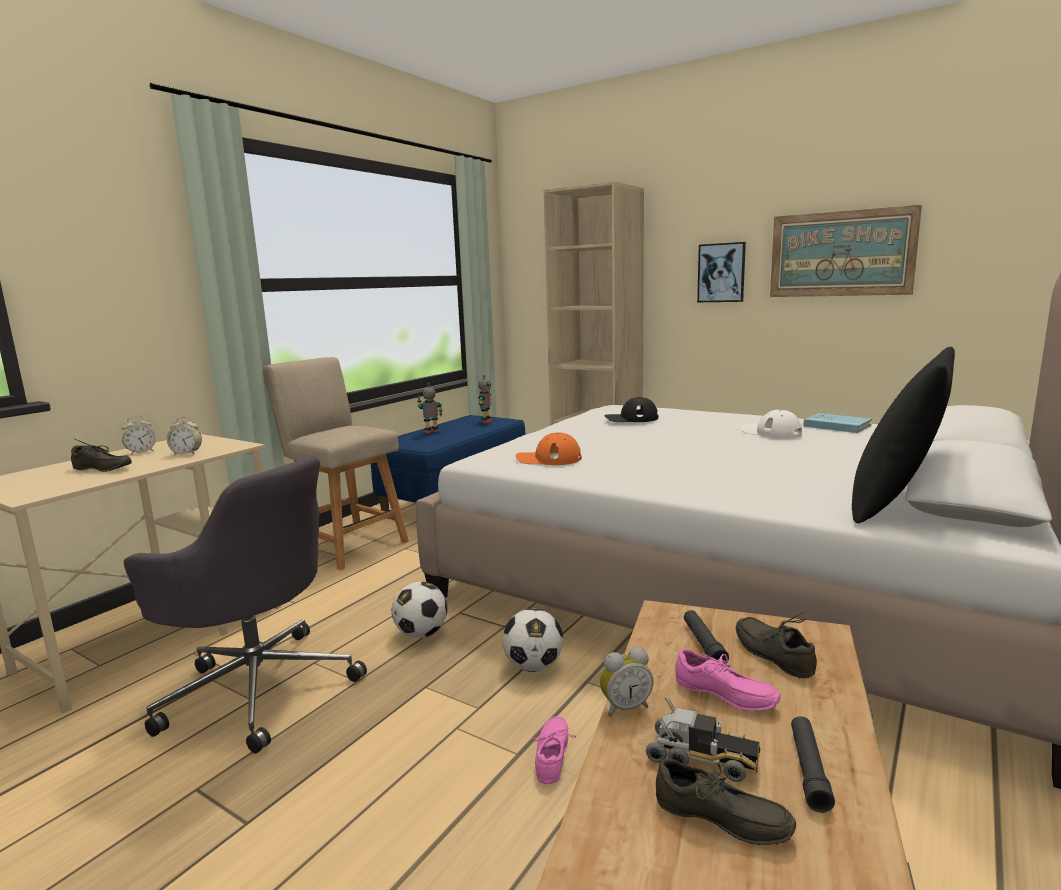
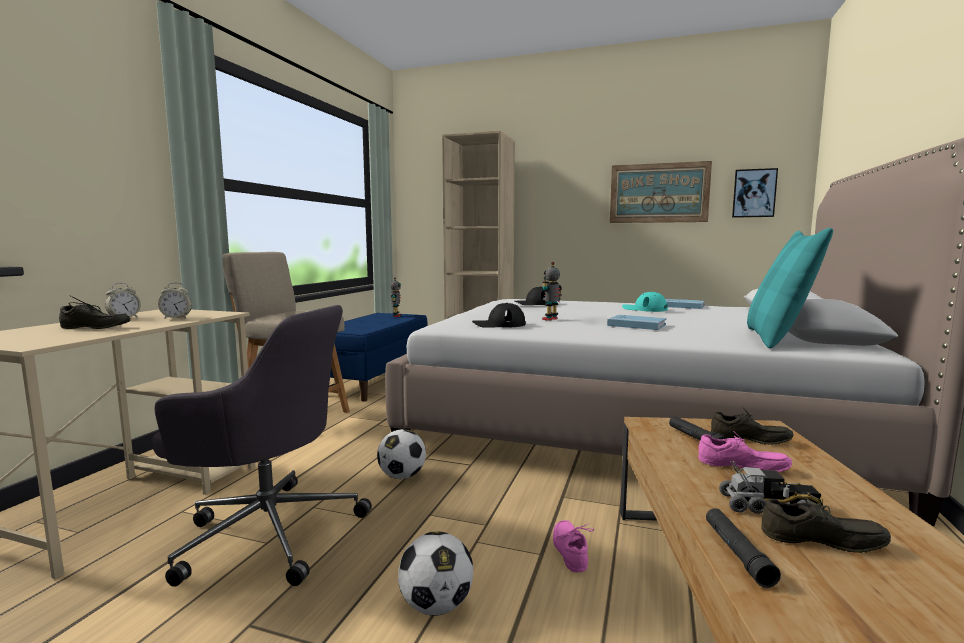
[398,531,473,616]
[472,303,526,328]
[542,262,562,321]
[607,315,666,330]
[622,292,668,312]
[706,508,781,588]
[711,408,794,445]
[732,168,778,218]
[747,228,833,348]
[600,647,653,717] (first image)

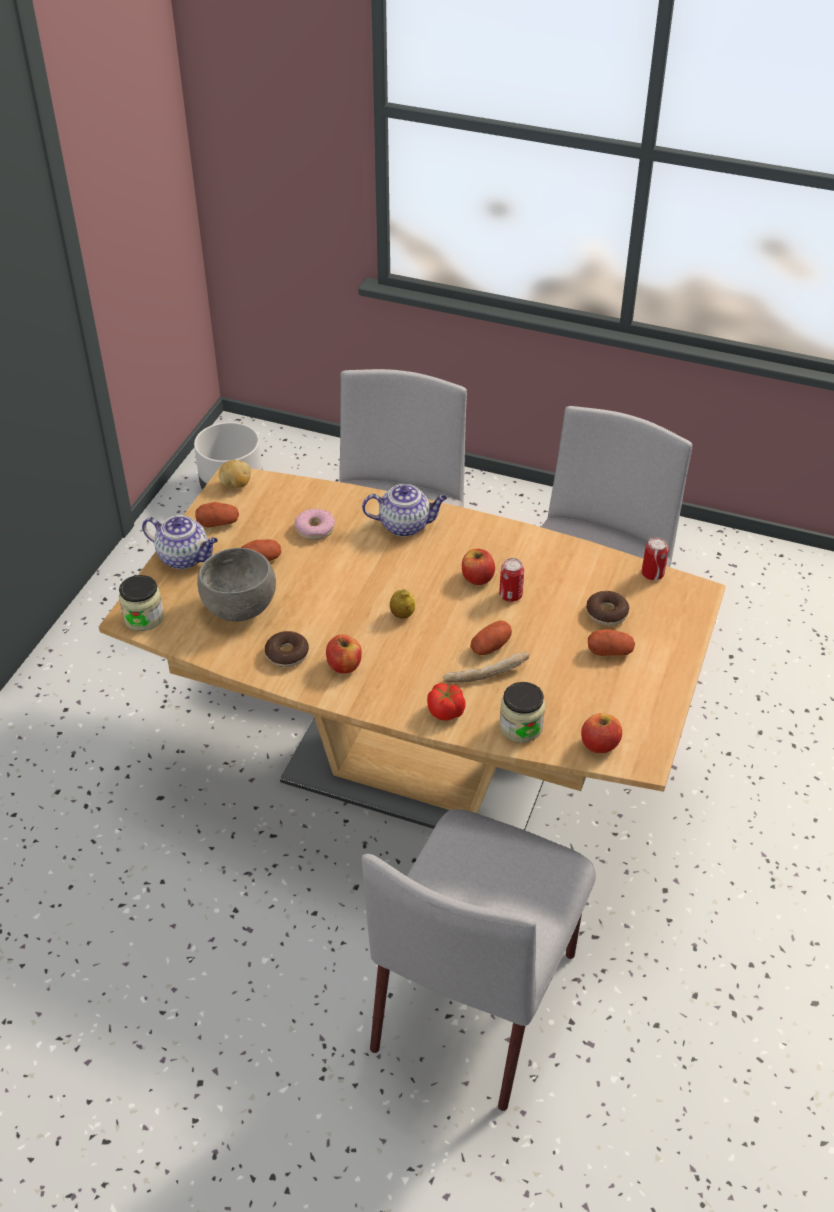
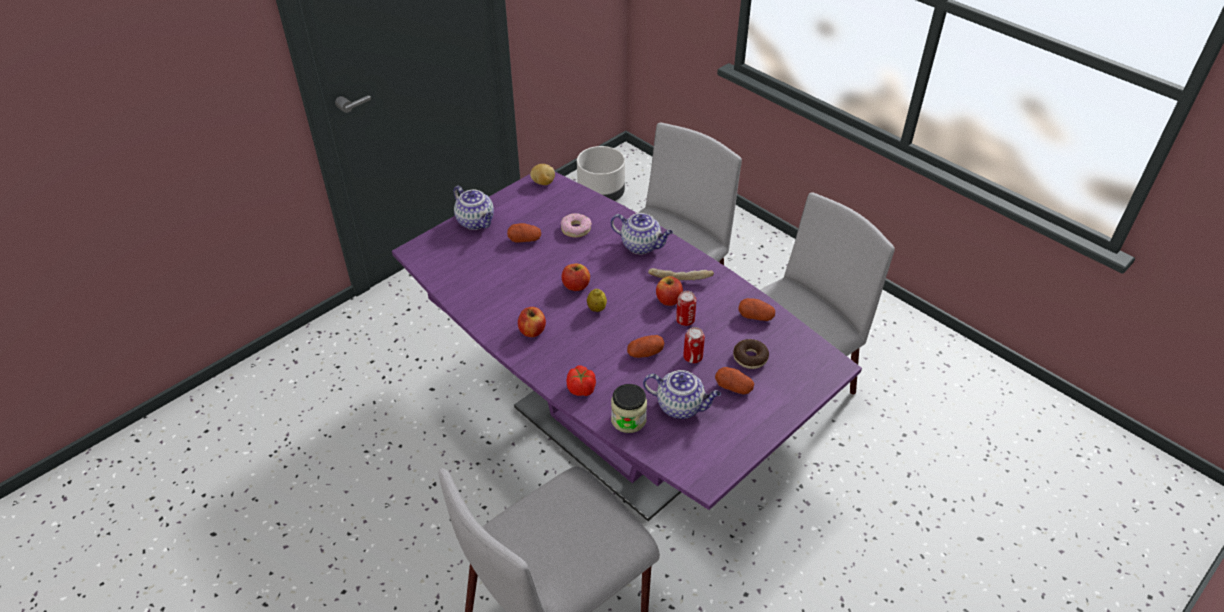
[392,172,862,521]
[562,264,590,291]
[643,370,721,419]
[648,268,714,280]
[683,327,705,363]
[738,298,775,321]
[119,575,164,631] (first image)
[197,548,276,622] (first image)
[265,631,309,667] (first image)

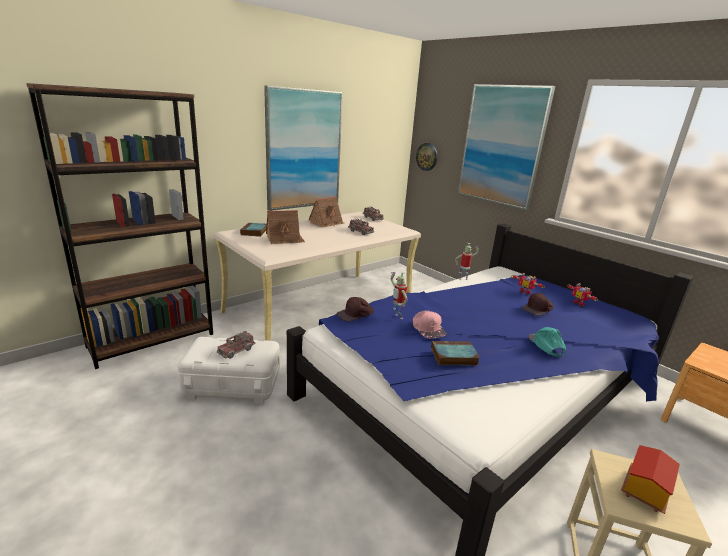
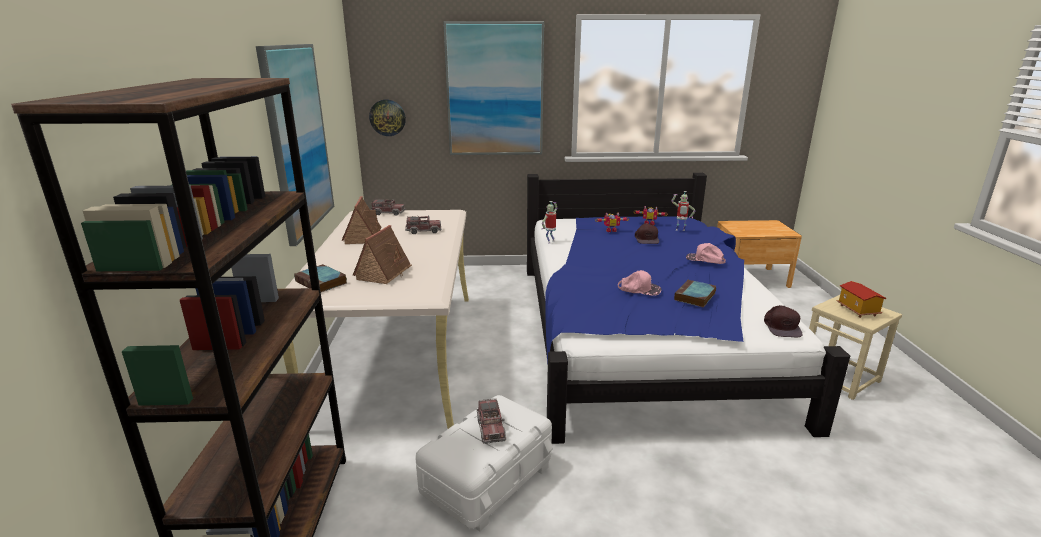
[671,191,695,231]
[686,243,726,264]
[764,305,803,337]

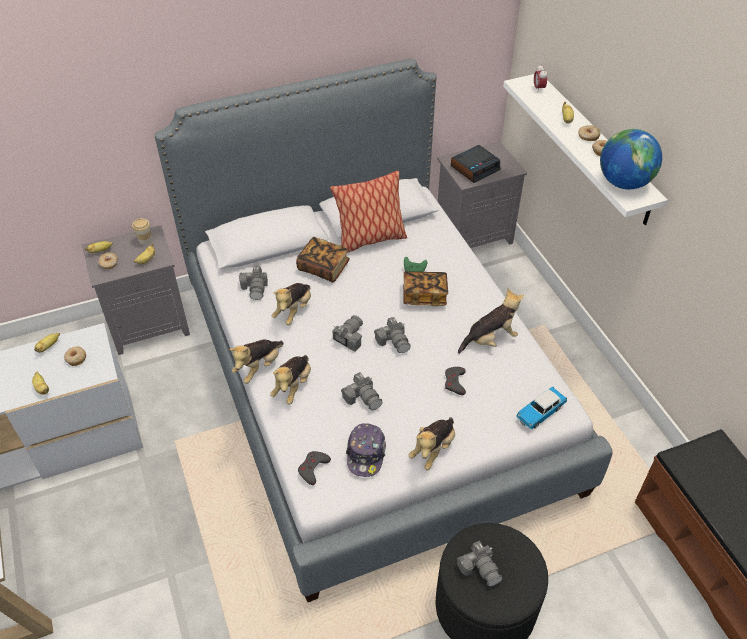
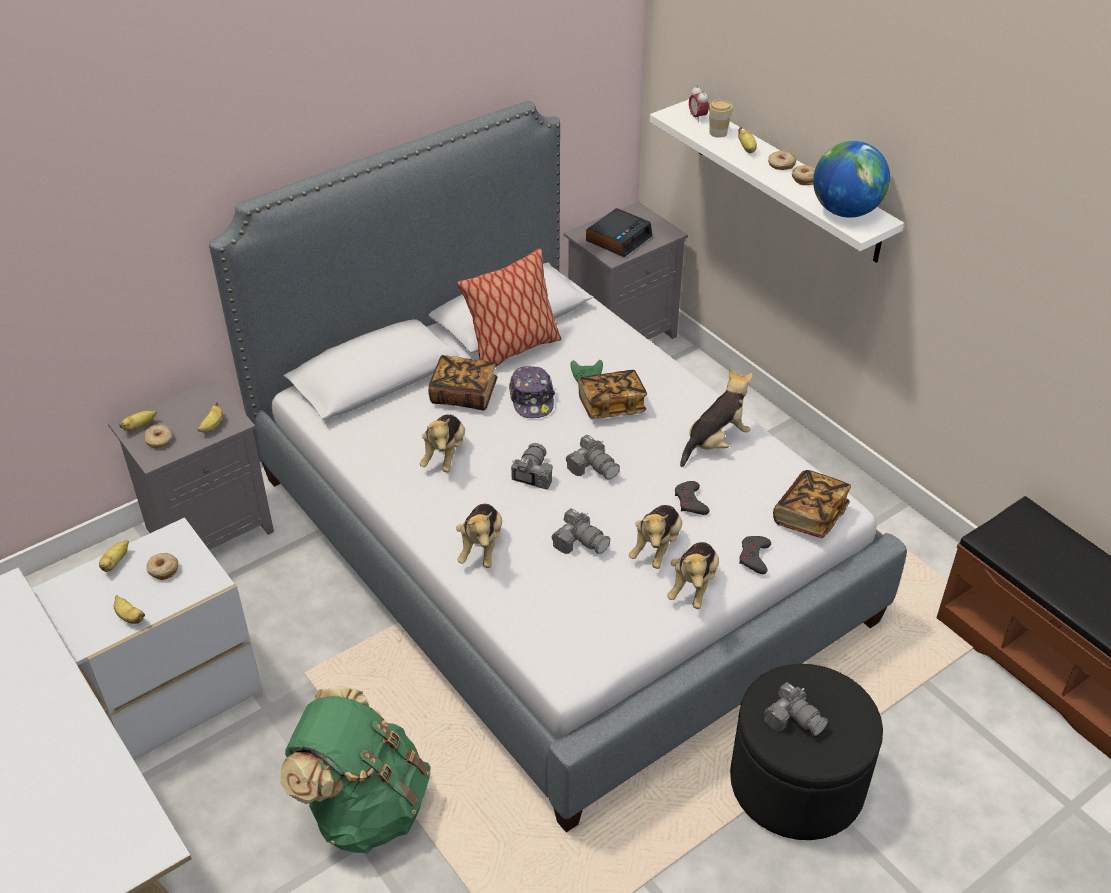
[280,687,431,854]
[509,366,555,418]
[629,505,682,569]
[709,100,733,138]
[739,536,771,574]
[773,470,851,538]
[239,266,268,300] (first image)

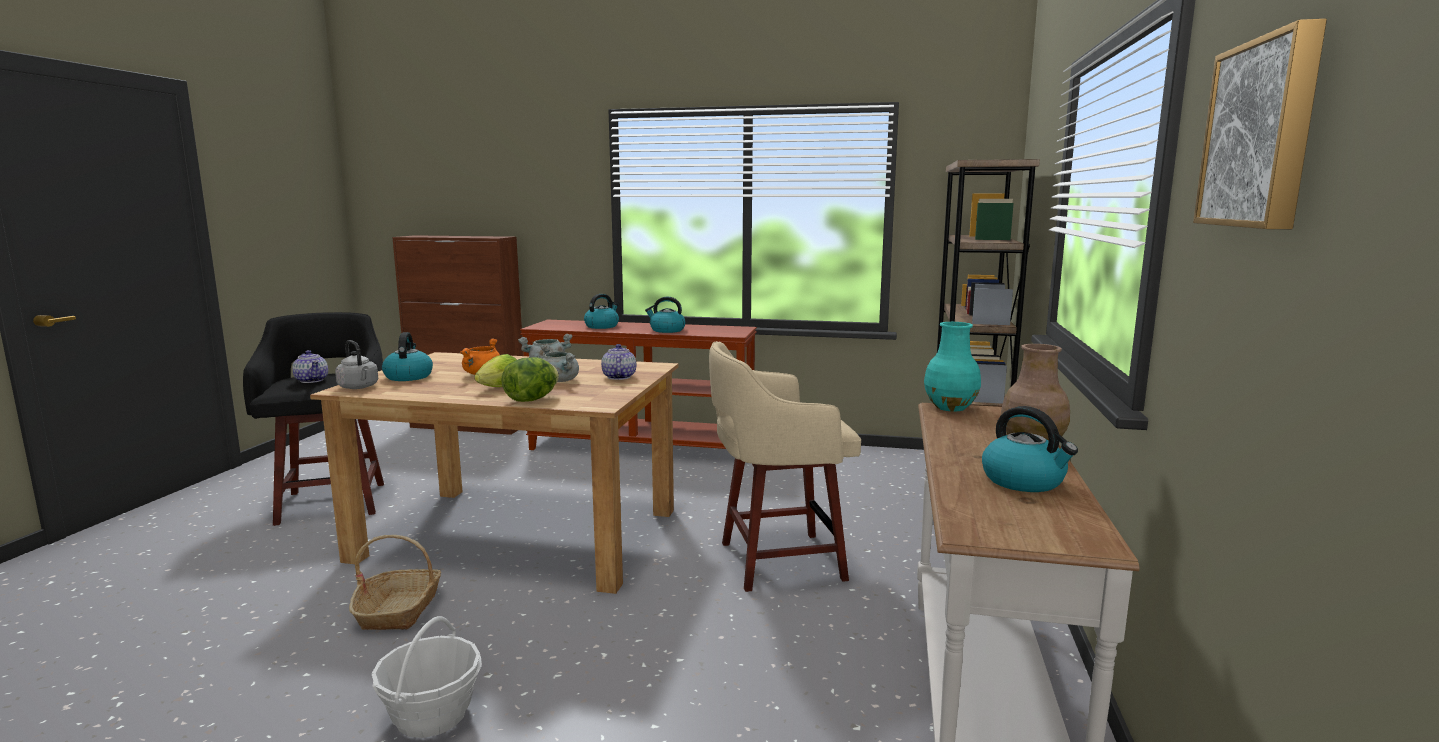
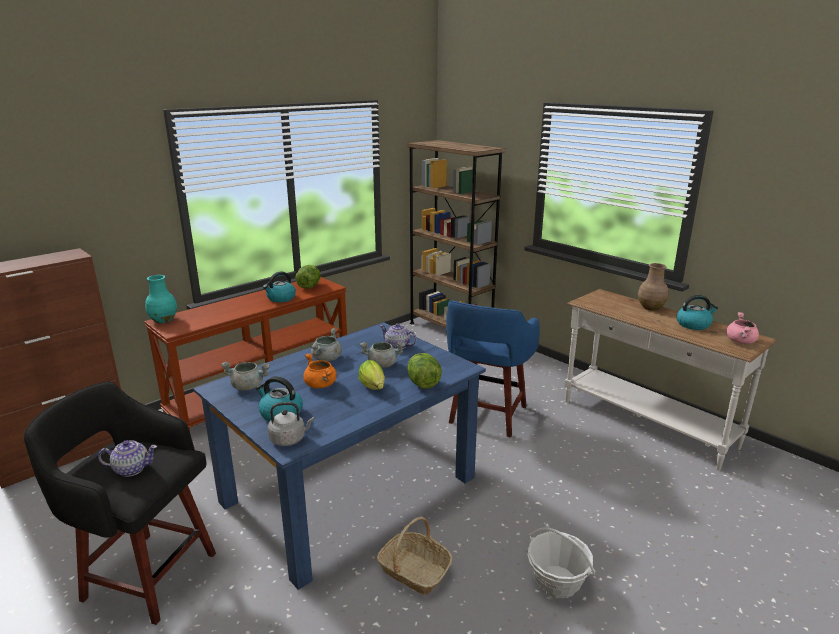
[145,275,177,323]
[193,322,486,590]
[221,362,270,391]
[295,265,321,289]
[446,300,540,437]
[726,312,759,344]
[584,294,619,329] (first image)
[1193,18,1327,229] (first image)

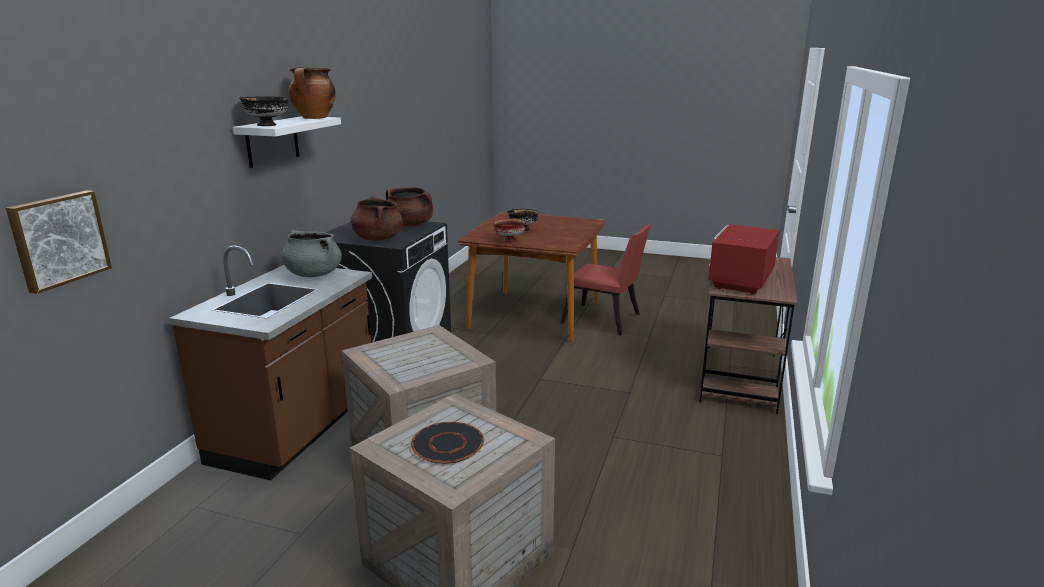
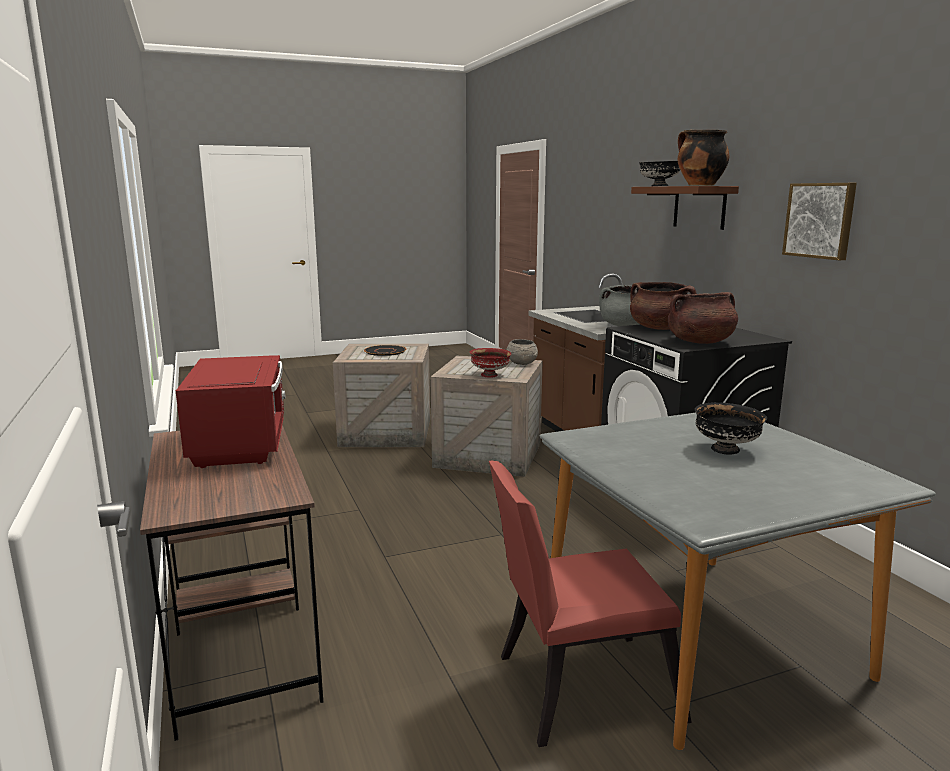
[470,348,511,378]
[507,339,538,365]
[540,413,936,750]
[631,186,739,230]
[782,183,857,260]

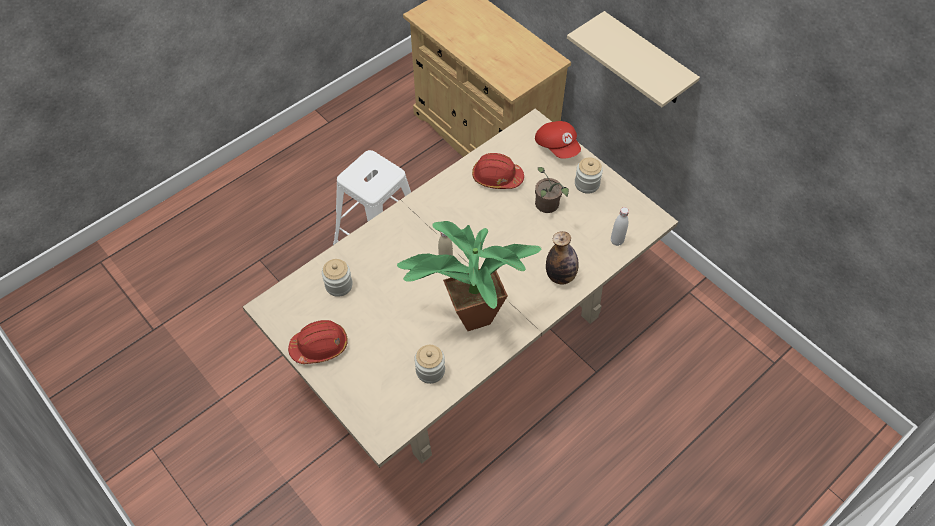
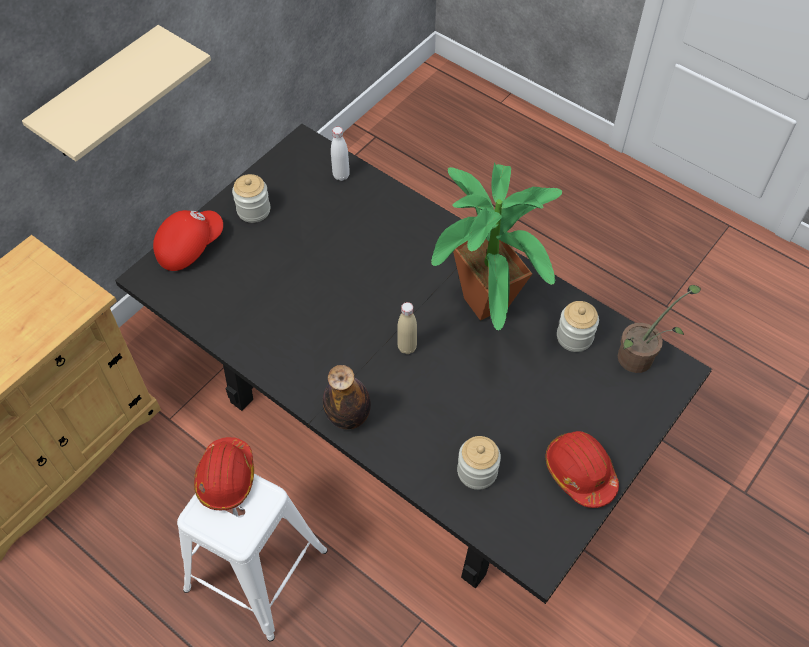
[115,124,712,604]
[194,437,254,510]
[323,365,371,429]
[618,285,701,373]

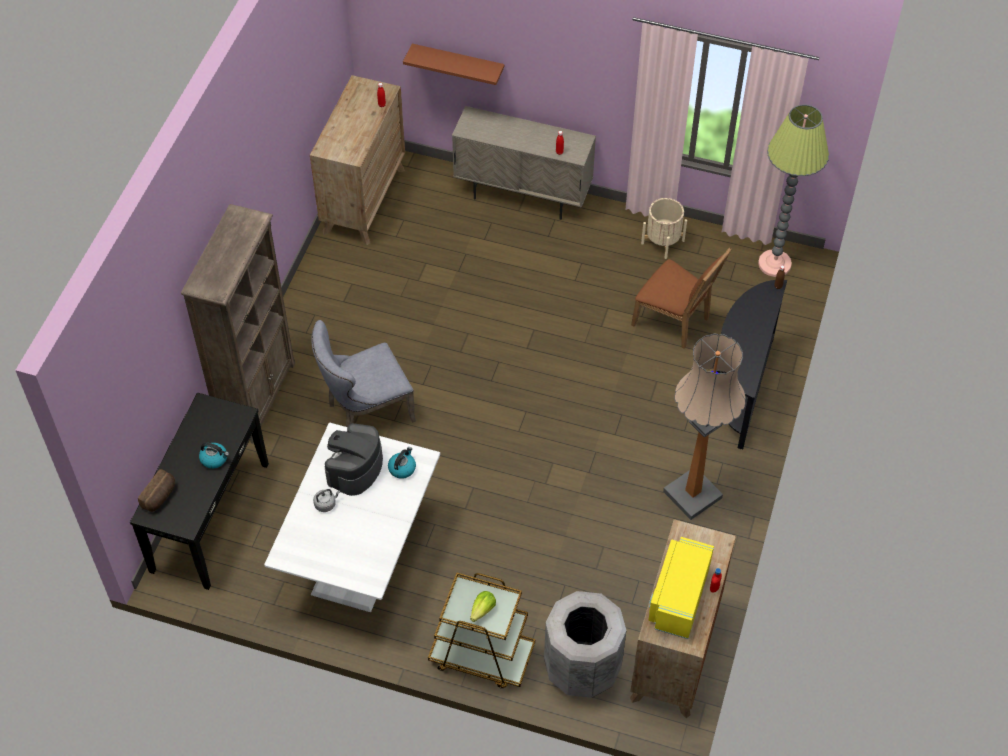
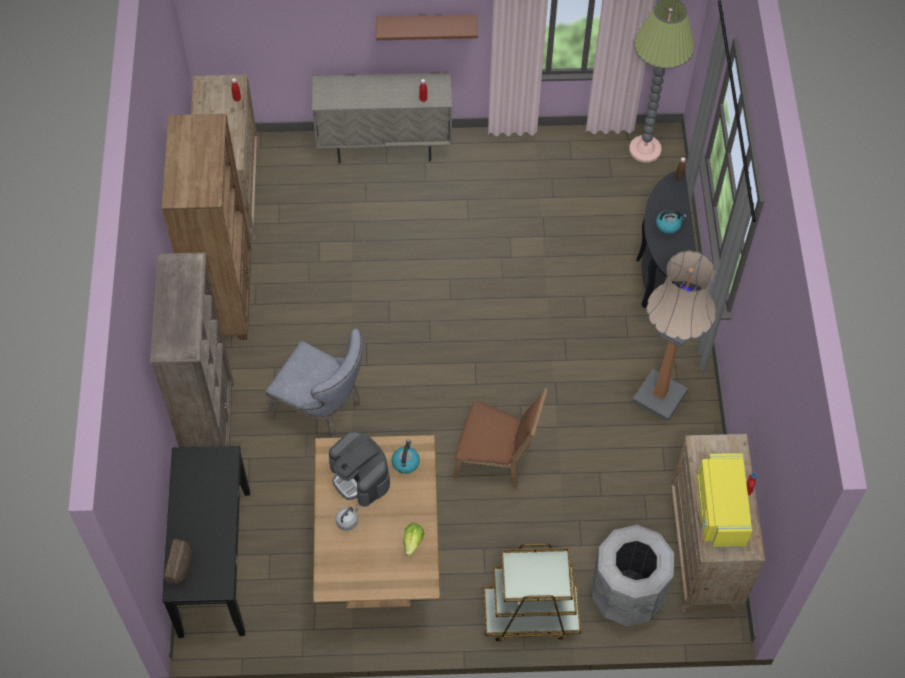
[162,114,251,340]
[265,329,363,438]
[313,435,440,609]
[329,431,390,507]
[376,14,478,40]
[404,523,425,556]
[453,388,548,489]
[656,210,687,234]
[641,198,687,259] (first image)

